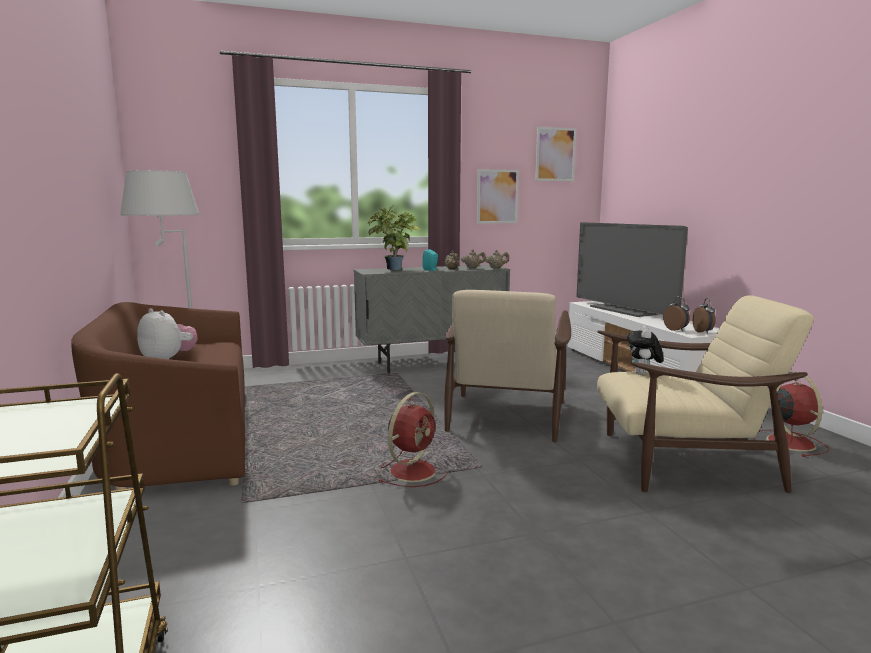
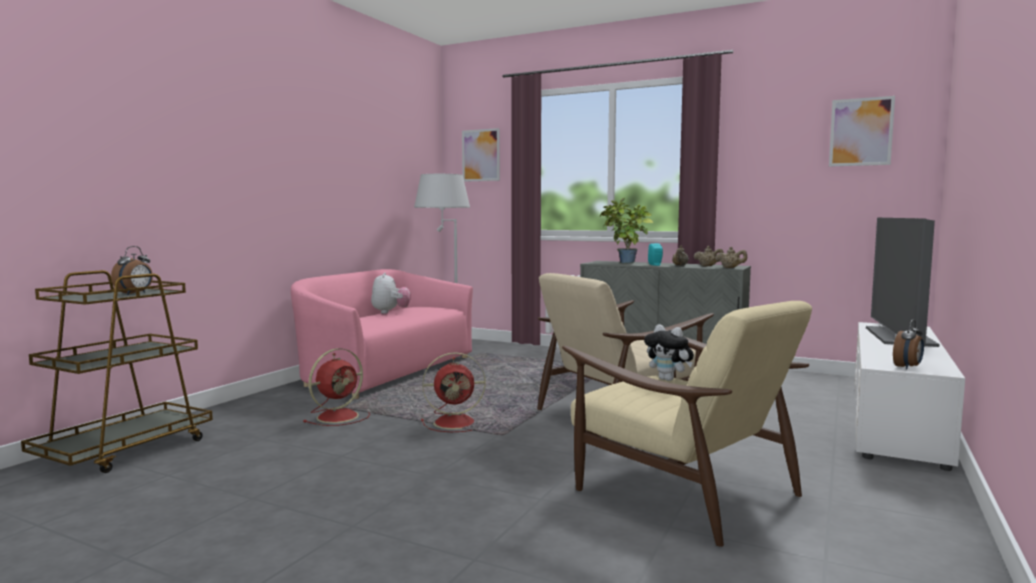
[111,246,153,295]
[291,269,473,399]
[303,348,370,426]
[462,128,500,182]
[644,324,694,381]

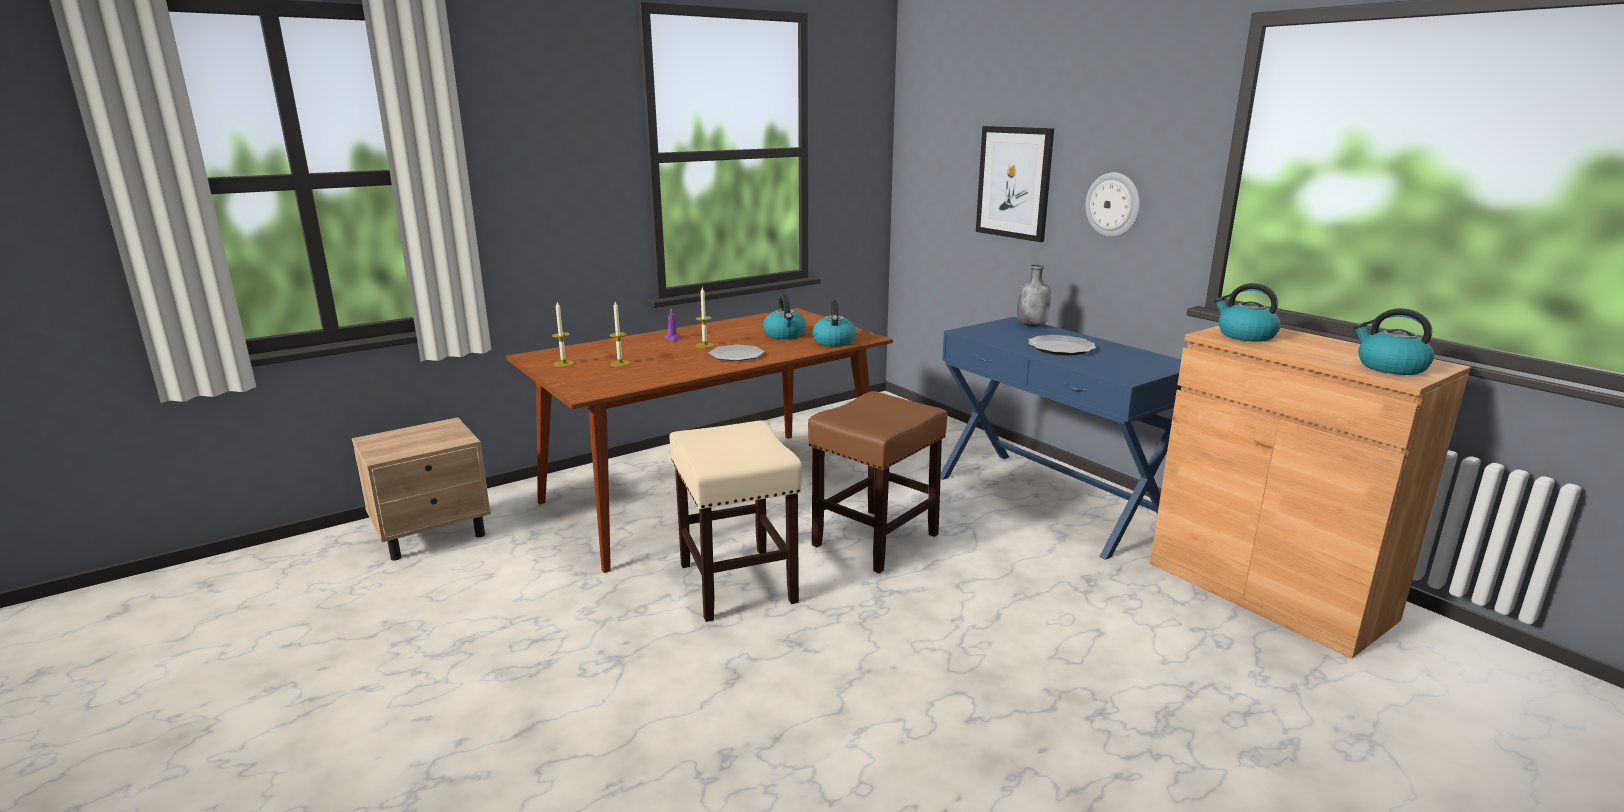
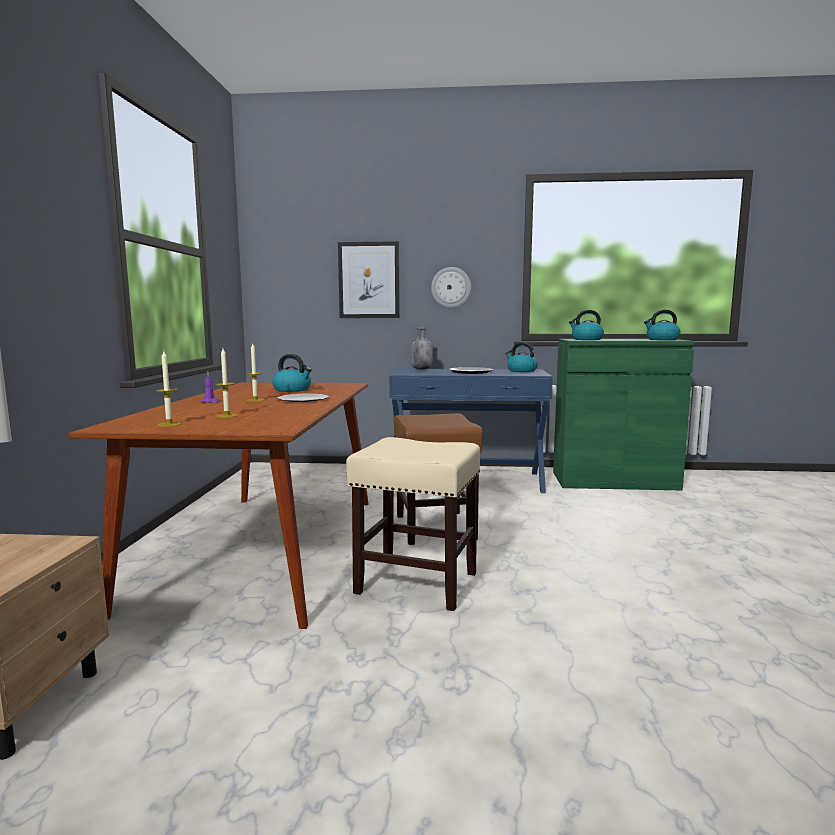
[505,342,538,372]
[553,339,695,490]

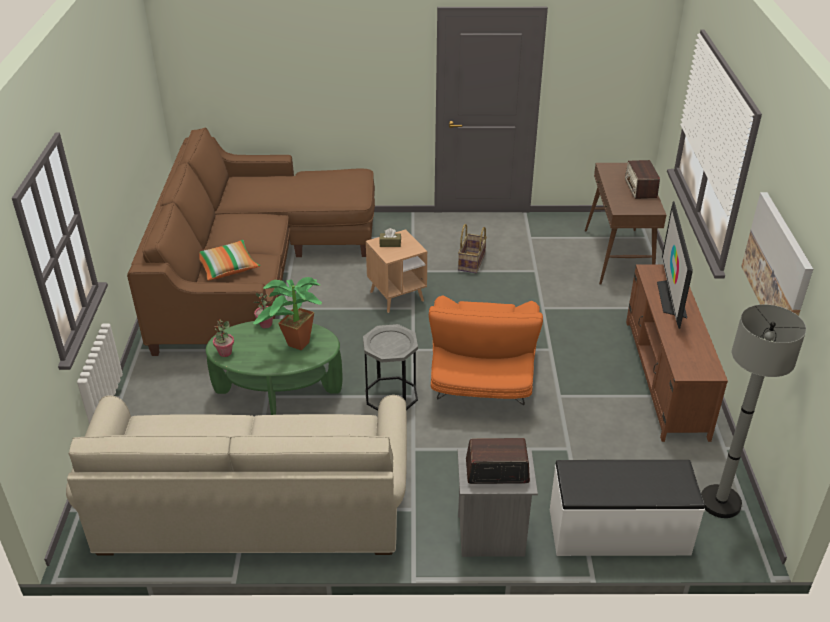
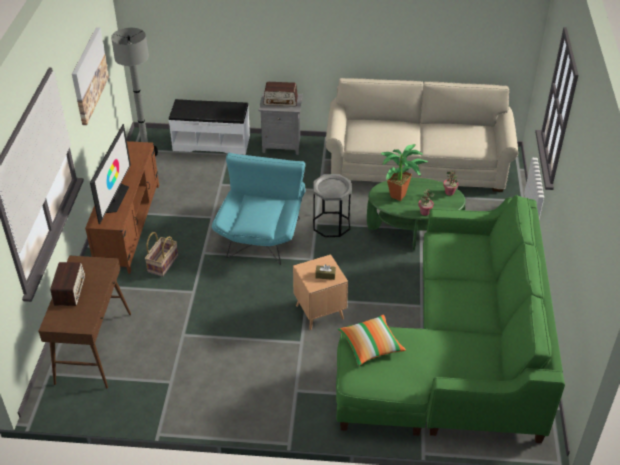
[145,232,178,277]
[212,153,306,265]
[336,195,565,443]
[338,315,406,366]

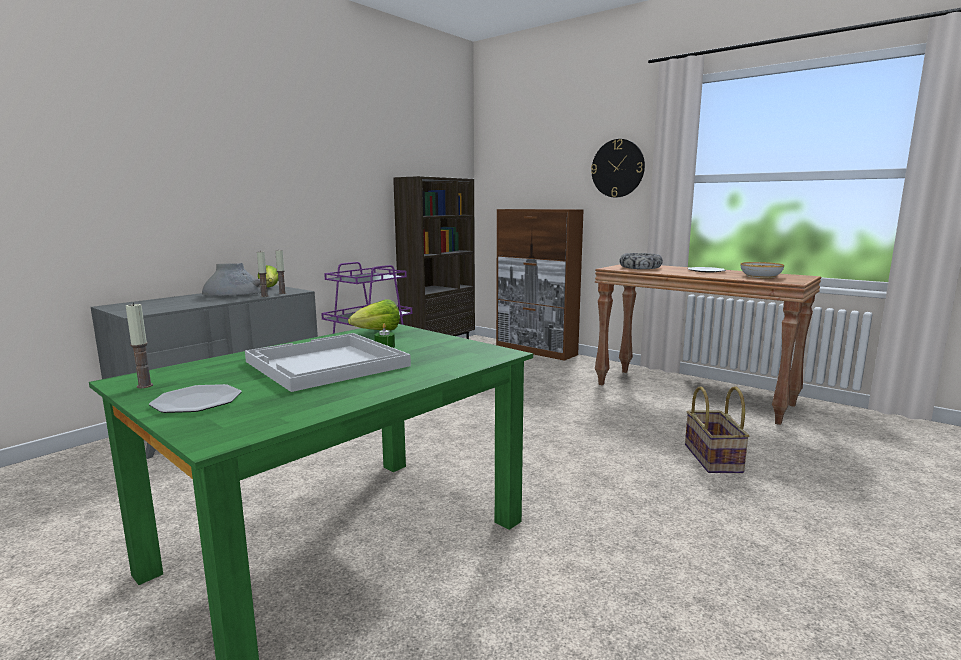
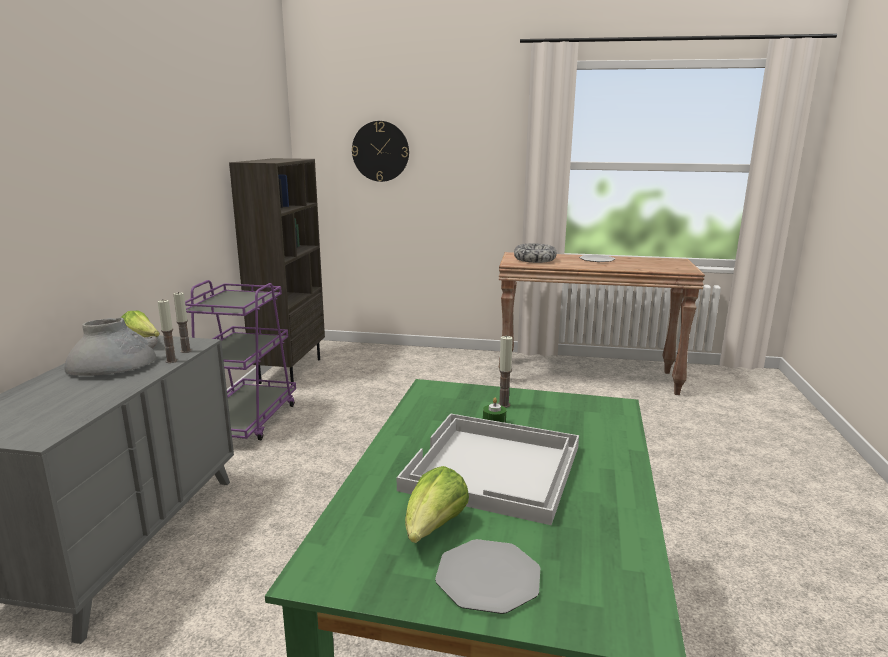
[352,121,409,182]
[405,466,469,543]
[498,335,513,408]
[496,209,584,361] (first image)
[685,386,749,473] (first image)
[741,262,784,278] (first image)

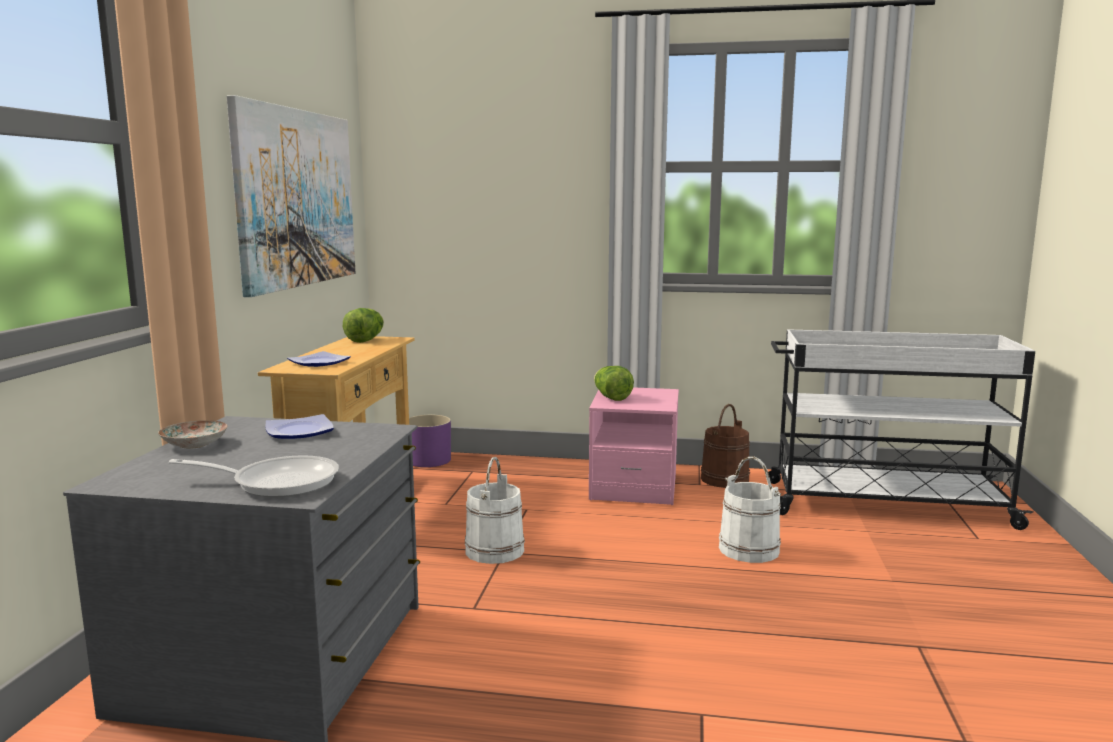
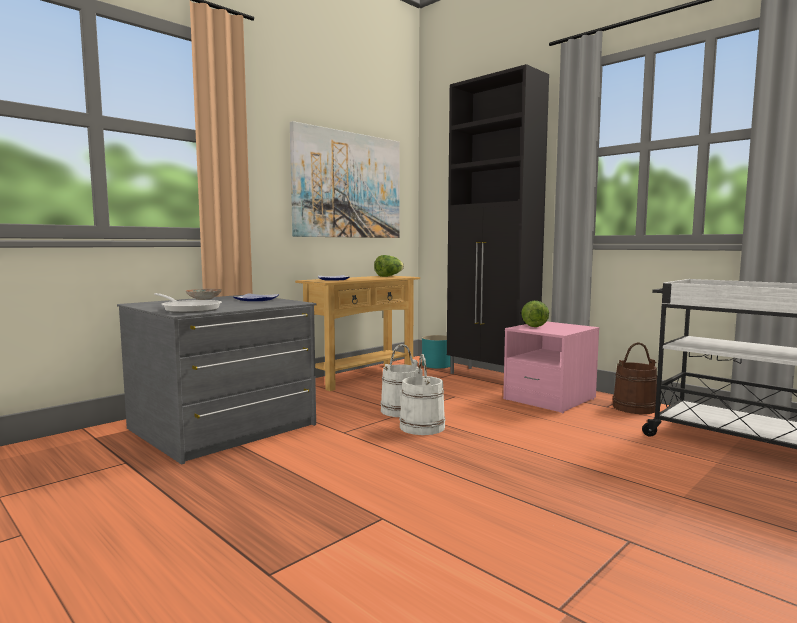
[399,354,446,435]
[422,335,451,368]
[447,64,549,374]

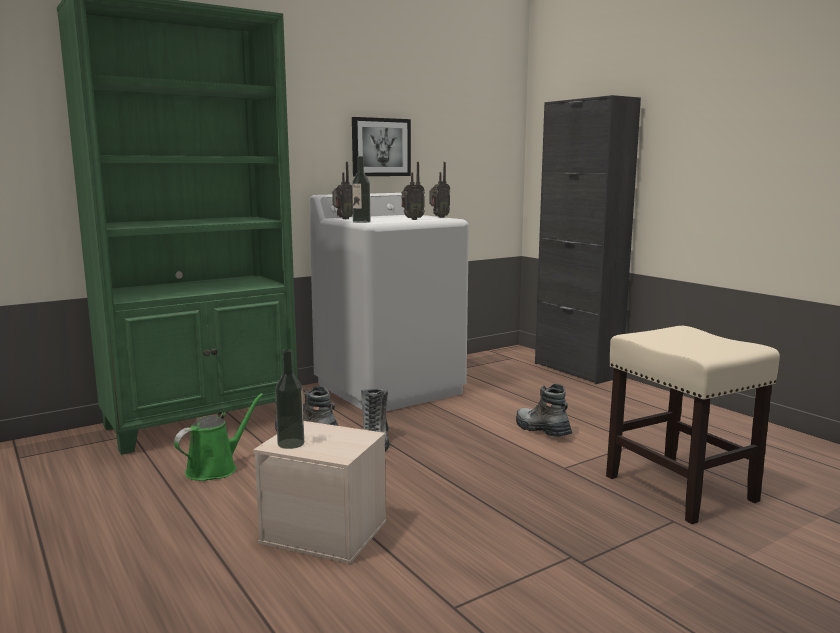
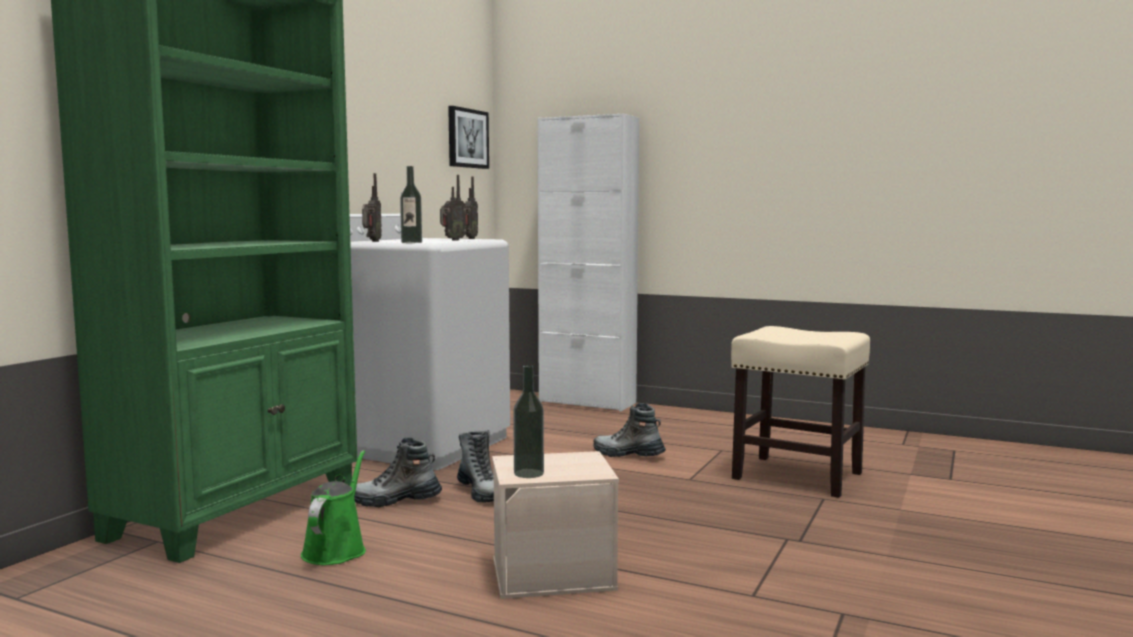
[448,106,489,169]
[538,113,639,411]

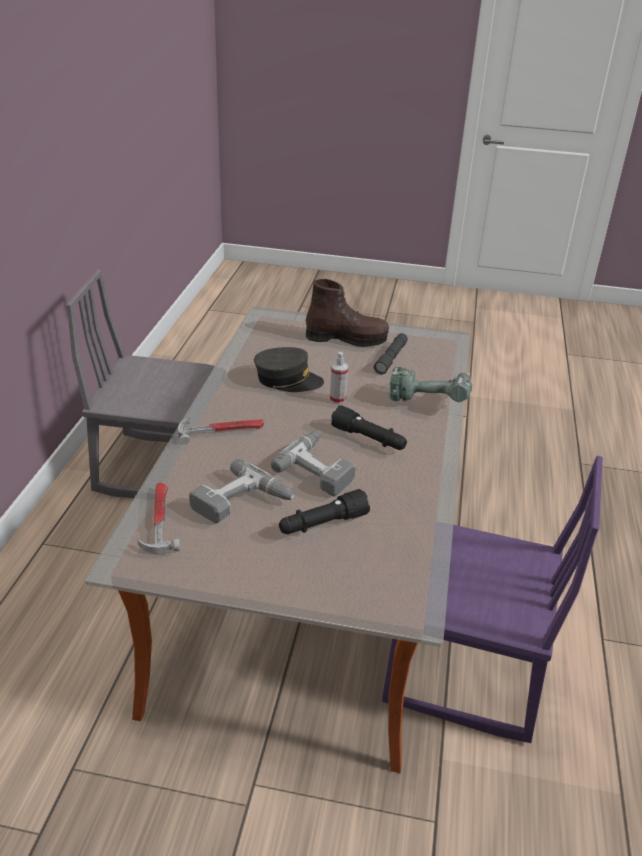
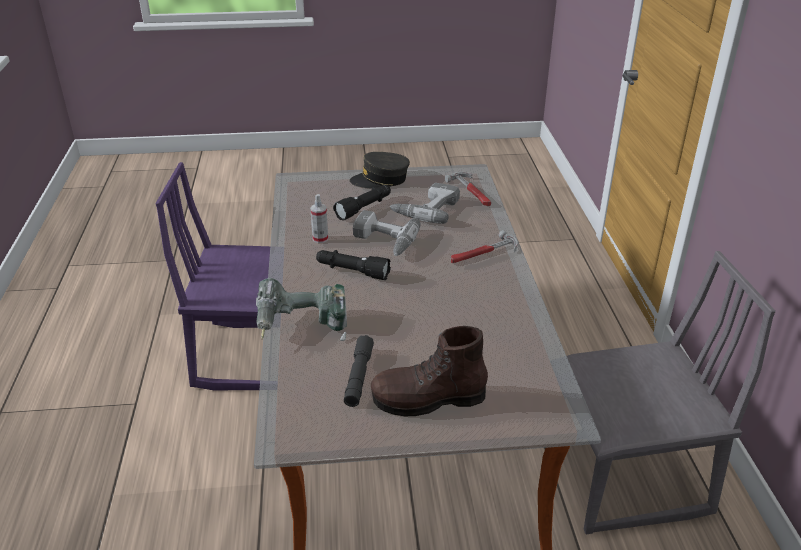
[310,194,328,243]
[350,152,410,189]

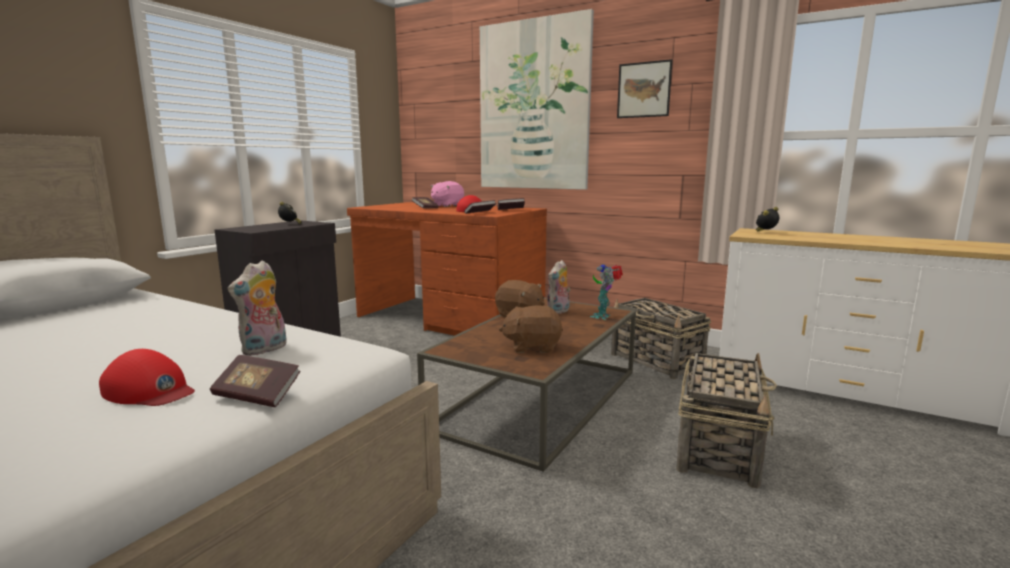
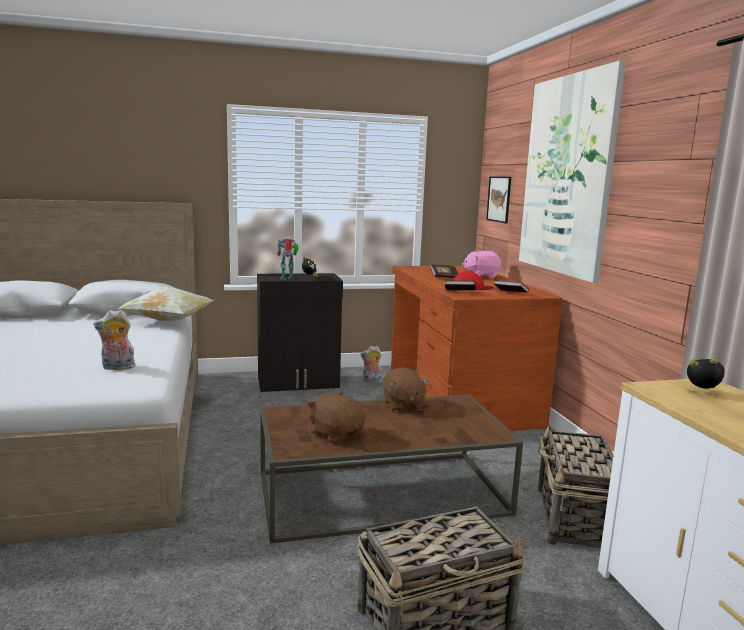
[117,287,215,321]
[277,239,299,280]
[360,346,382,383]
[486,176,511,223]
[99,349,195,406] (first image)
[210,355,300,407] (first image)

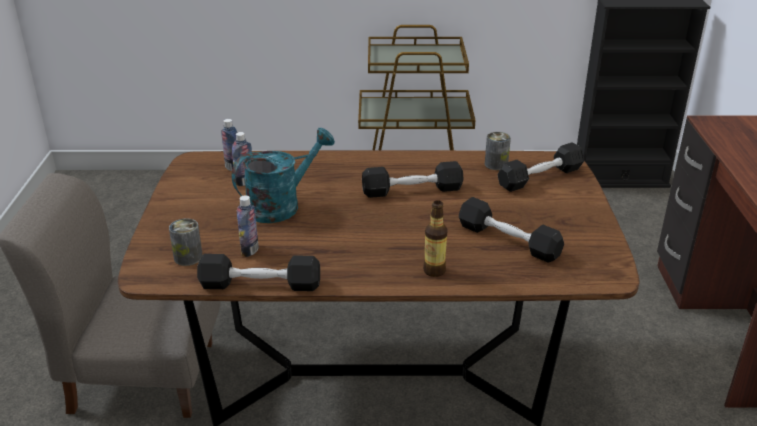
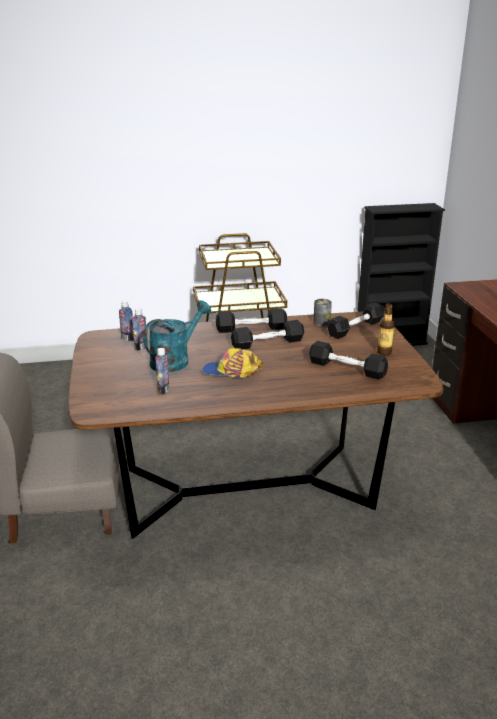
[202,348,264,377]
[216,309,287,333]
[377,304,395,355]
[169,218,203,266] (first image)

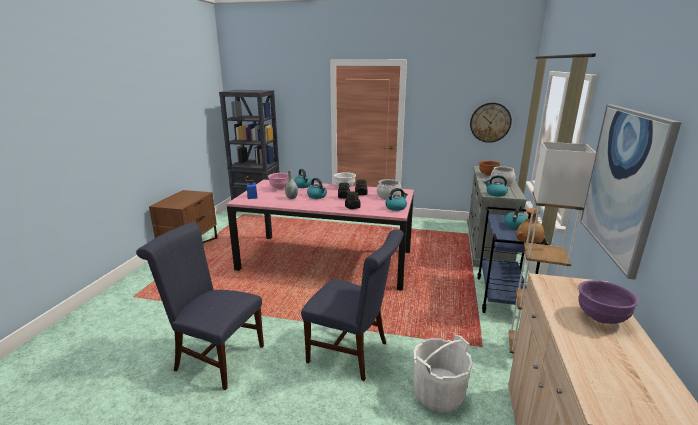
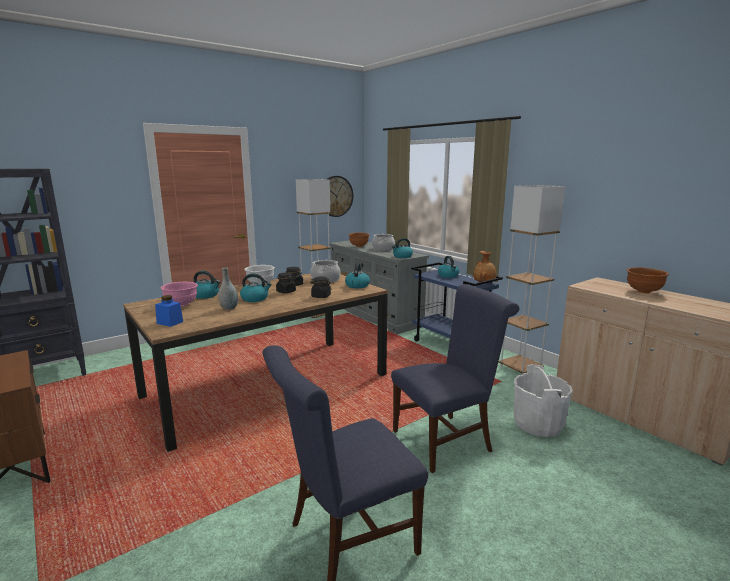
[123,273,388,452]
[296,179,331,321]
[627,267,669,294]
[580,104,682,279] (first image)

